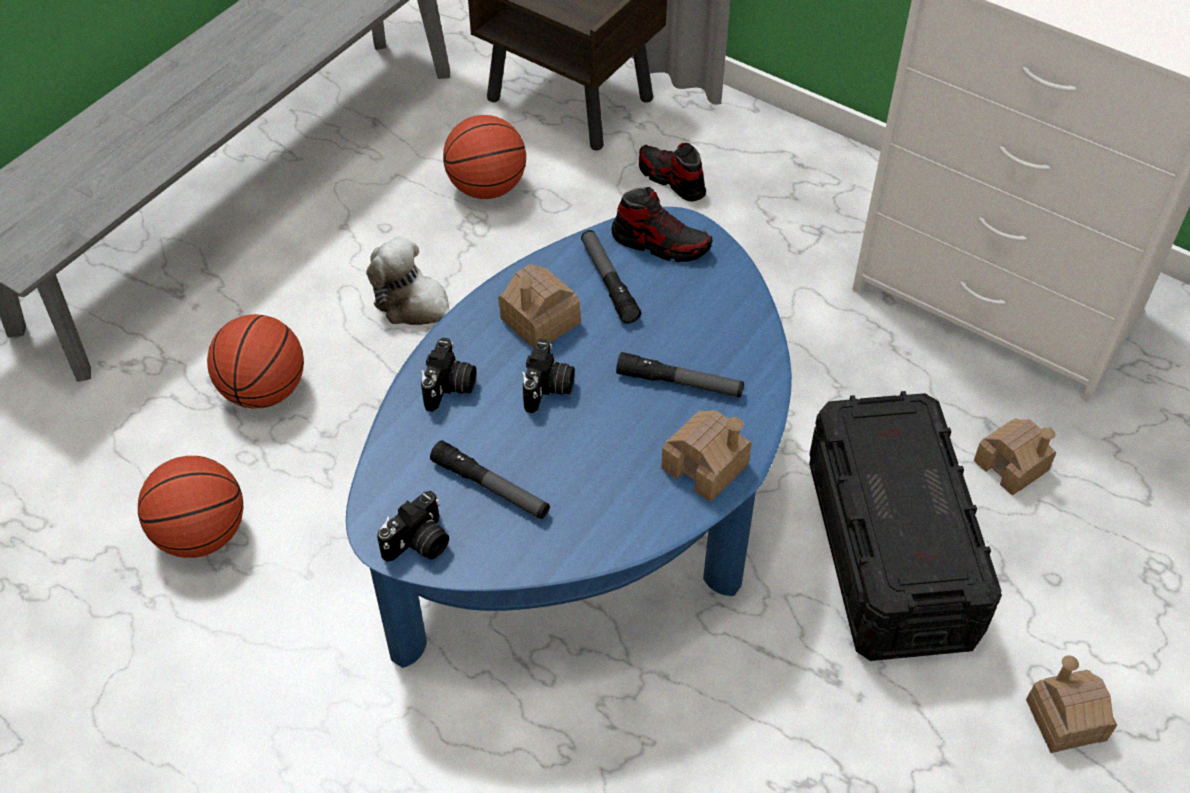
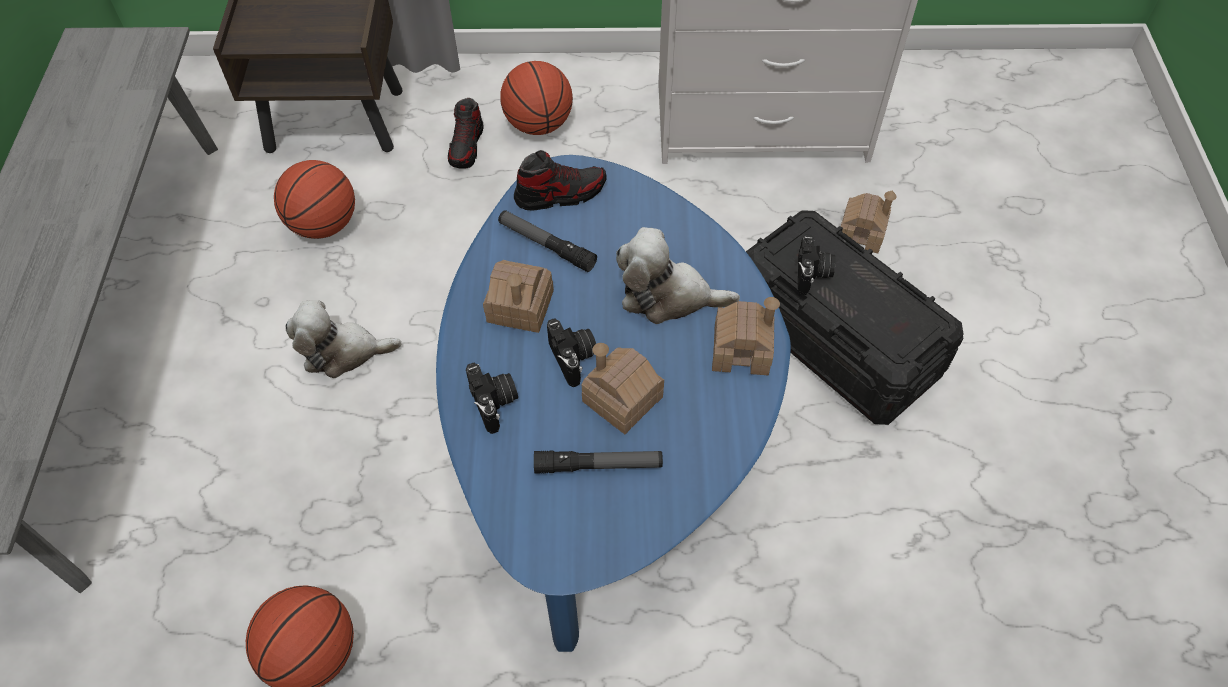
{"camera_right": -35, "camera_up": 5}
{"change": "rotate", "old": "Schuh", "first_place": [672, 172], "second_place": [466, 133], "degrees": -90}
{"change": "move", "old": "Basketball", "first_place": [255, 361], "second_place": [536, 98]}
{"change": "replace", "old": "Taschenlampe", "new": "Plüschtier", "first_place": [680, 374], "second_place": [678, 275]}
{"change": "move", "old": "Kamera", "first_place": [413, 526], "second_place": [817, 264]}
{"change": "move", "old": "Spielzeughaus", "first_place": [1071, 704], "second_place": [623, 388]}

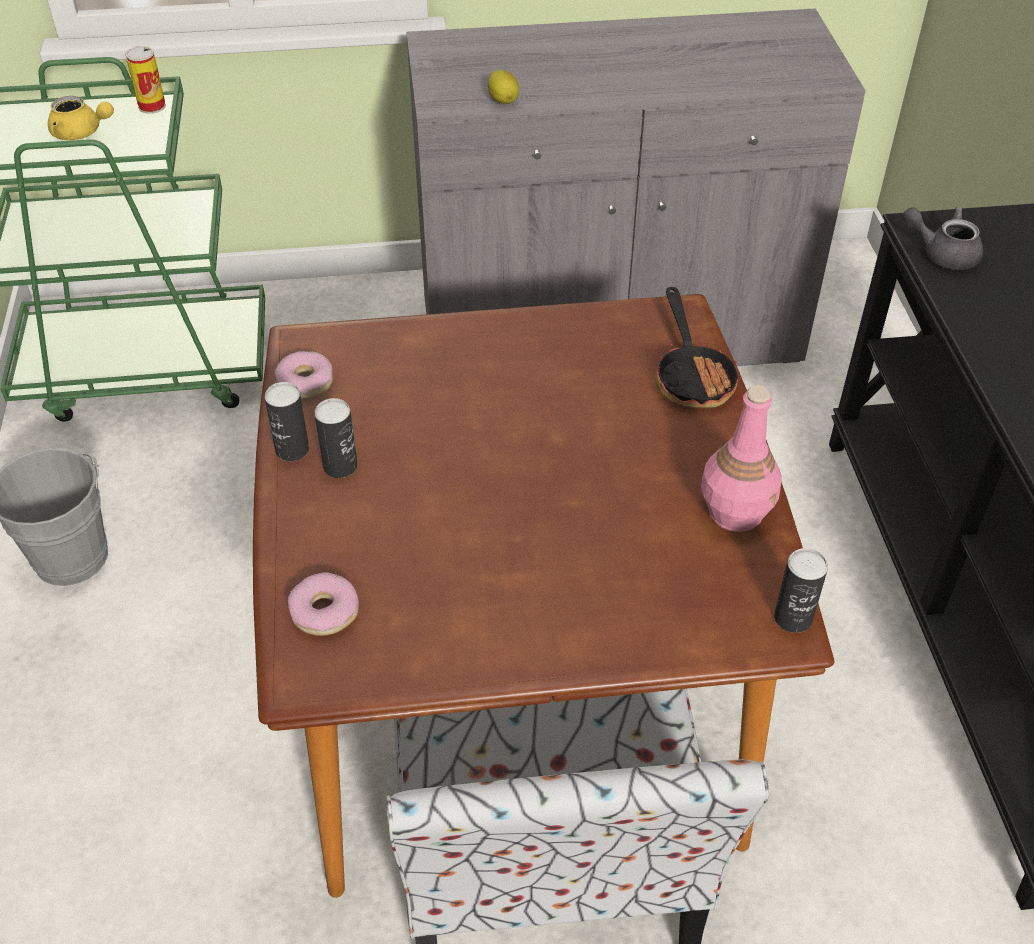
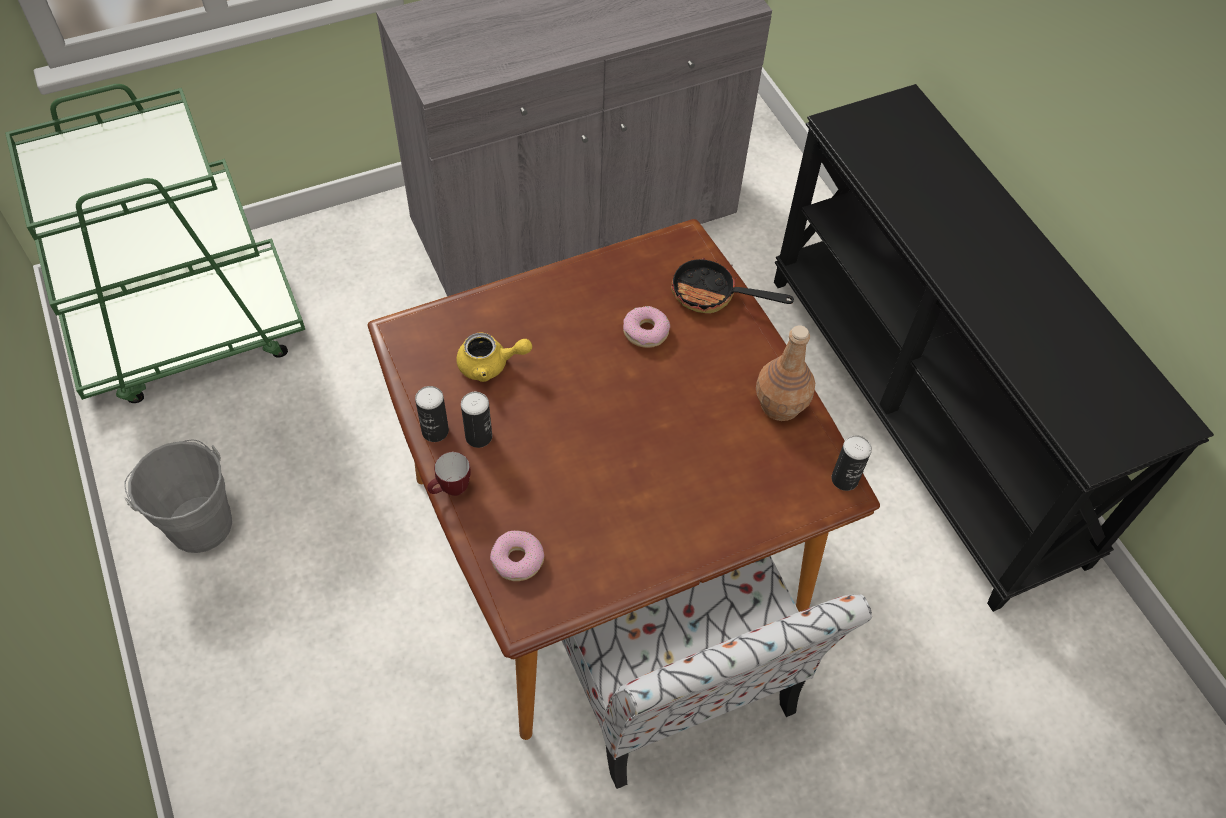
{"camera_right": -20, "camera_up": 10}
{"change": "delete", "old": "Dose", "first_place": [145, 80]}
{"change": "delete", "old": "Zitrone", "first_place": [503, 87]}
{"change": "move", "old": "Teekanne/gelb", "first_place": [81, 118], "second_place": [494, 357]}
{"change": "delete", "old": "Teekanne/grau", "first_place": [942, 238]}
{"change": "rotate", "old": "Pfanne", "first_place": [698, 347], "second_place": [732, 283], "degrees": 135}
{"change": "move", "old": "Donut", "first_place": [303, 375], "second_place": [646, 327]}
{"change": "recolor", "old": "Flasche/rosa", "new": "Flasche/braun", "first_place": [741, 458], "second_place": [785, 373]}
{"change": "insert", "new": "Henkelbecher", "second_place": [449, 474]}

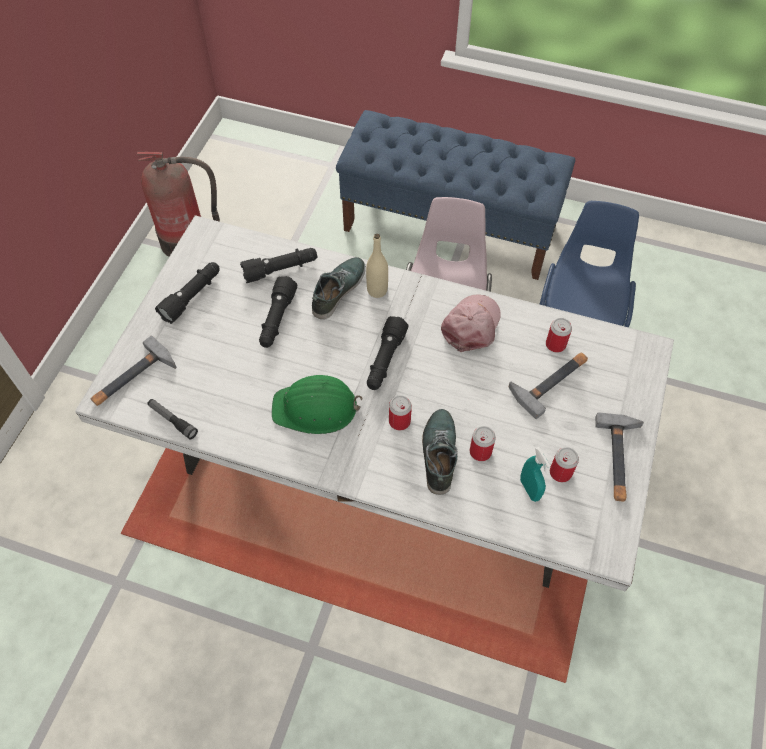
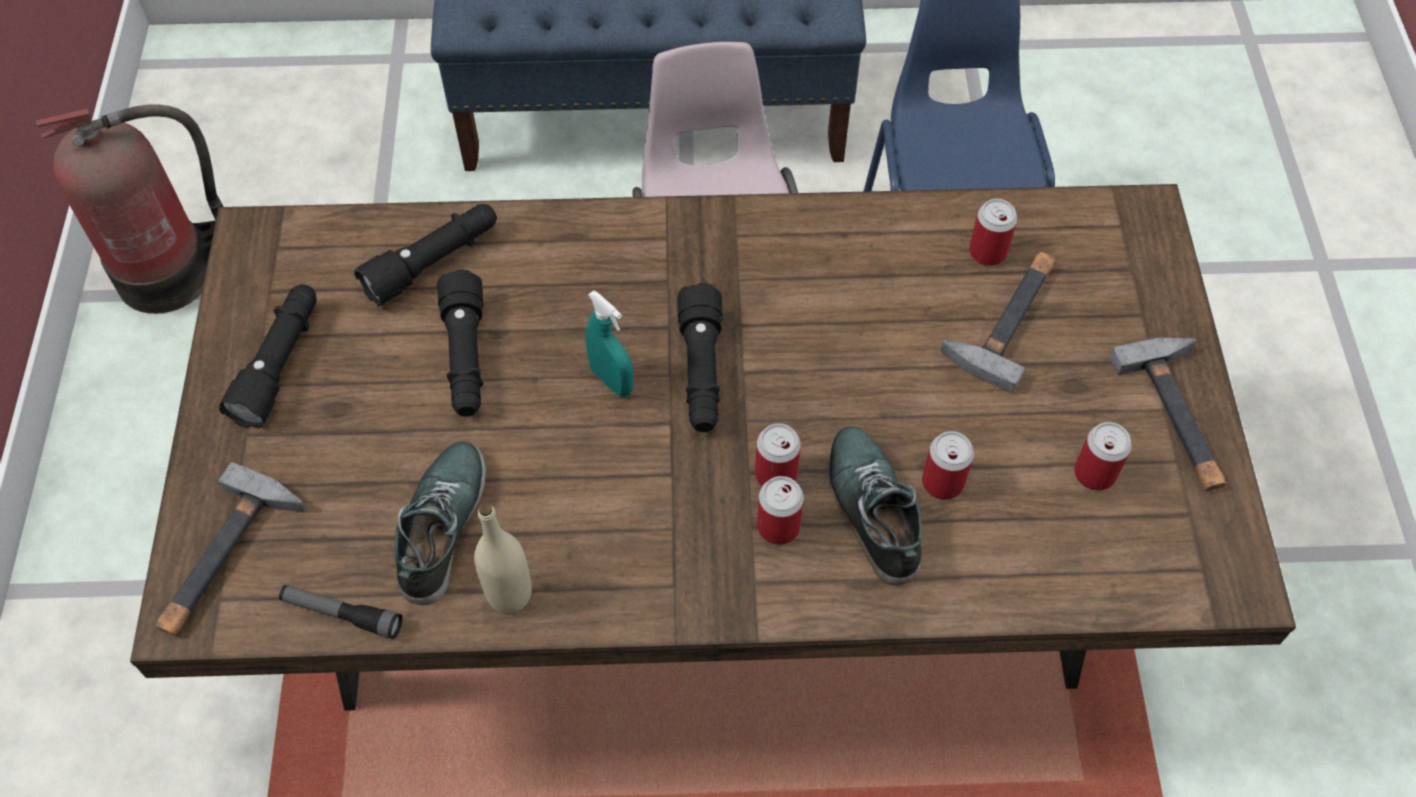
{"camera_right": -20, "camera_up": 0}
{"change": "recolor", "old": "Esstisch/weiß", "new": "Esstisch/braun", "first_place": [374, 403], "second_place": [713, 447]}
{"change": "move", "old": "Flasche/beige", "first_place": [377, 266], "second_place": [503, 558]}
{"change": "move", "old": "Schuh", "first_place": [339, 288], "second_place": [440, 523]}
{"change": "delete", "old": "Kappe/rosa", "first_place": [471, 323]}
{"change": "delete", "old": "Schutzhelm/grün", "first_place": [317, 404]}
{"change": "move", "old": "Sprühflasche/türkis", "first_place": [535, 474], "second_place": [609, 344]}
{"change": "insert", "new": "Dose", "second_place": [780, 510]}

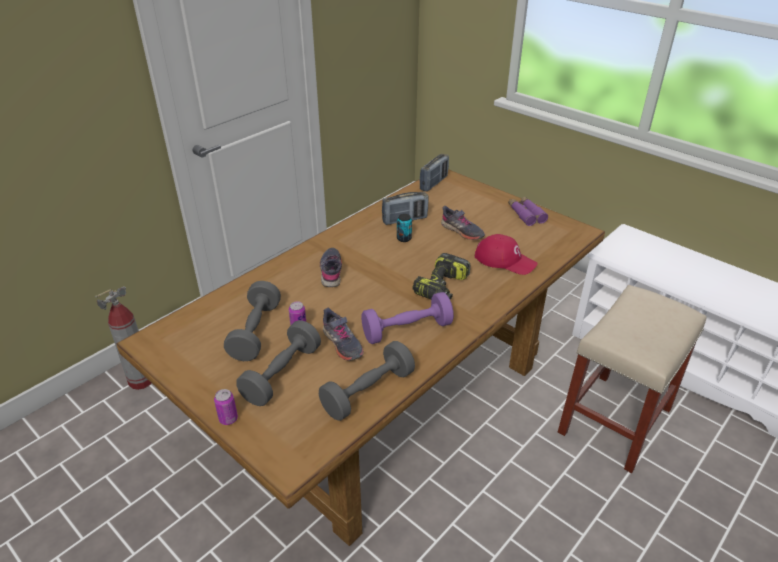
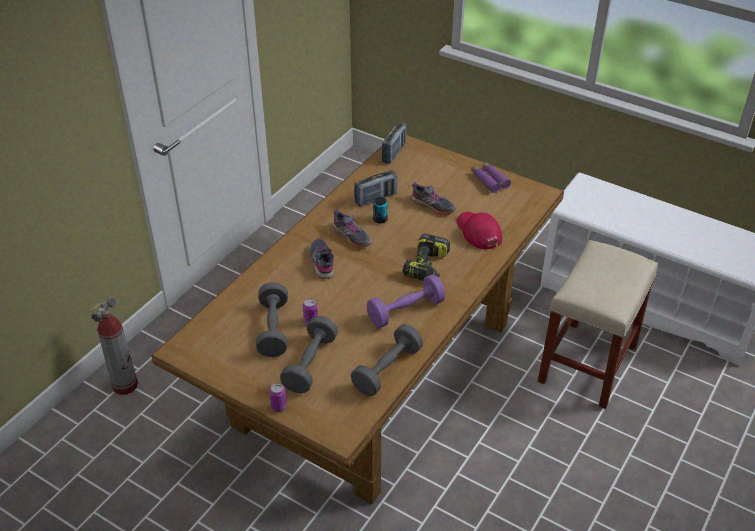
{"camera_right": -10, "camera_up": 5}
{"change": "rotate", "old": "Kappe/rot", "first_place": [506, 254], "second_place": [479, 230], "degrees": -135}
{"change": "move", "old": "Schuh/grau", "first_place": [343, 334], "second_place": [352, 229]}

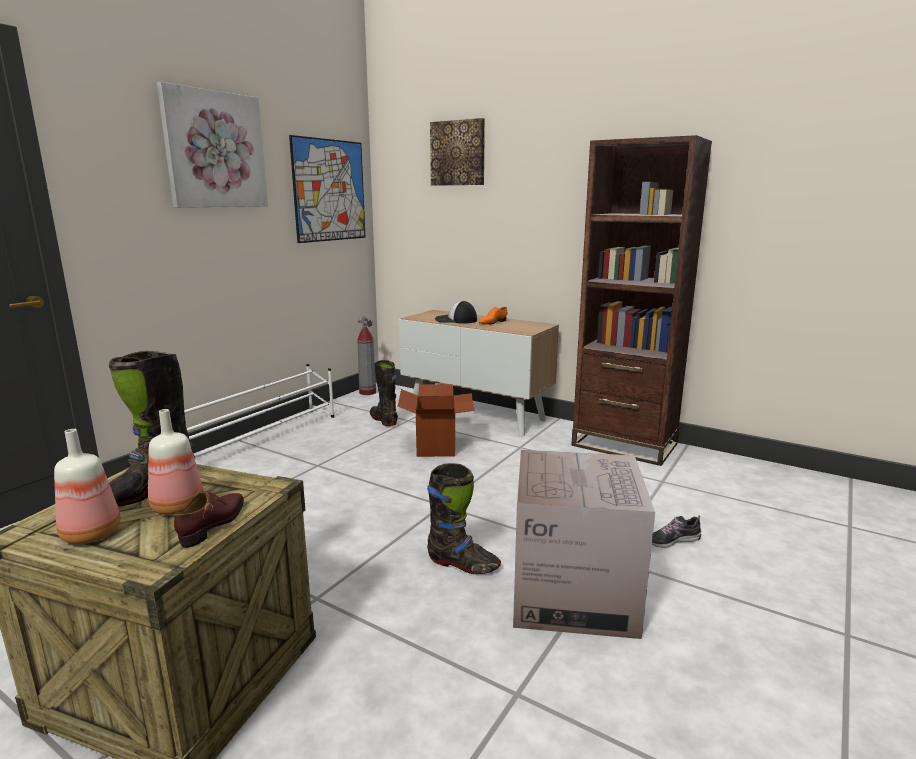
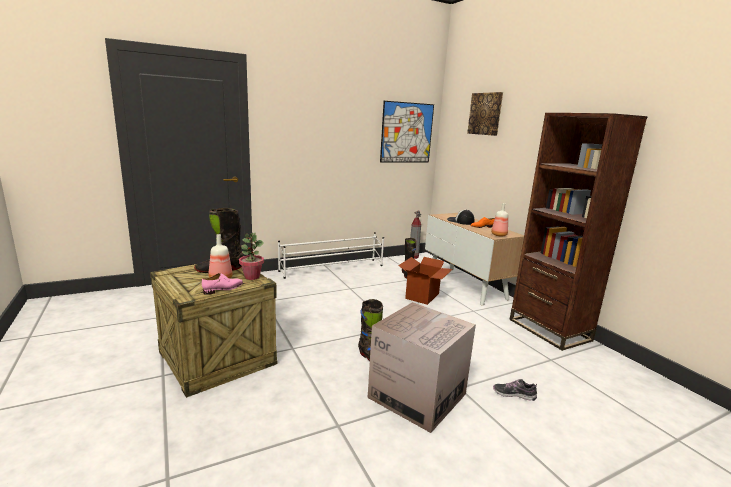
{"camera_right": 30, "camera_up": 0}
{"change": "delete", "old": "Bild", "first_place": [212, 145]}
{"change": "move", "old": "Flasche", "first_place": [87, 486], "second_place": [499, 220]}
{"change": "recolor", "old": "Schuh/braun", "new": "Schuh/rosa", "first_place": [209, 519], "second_place": [222, 284]}
{"change": "insert", "new": "Topfpflanze", "second_place": [251, 256]}

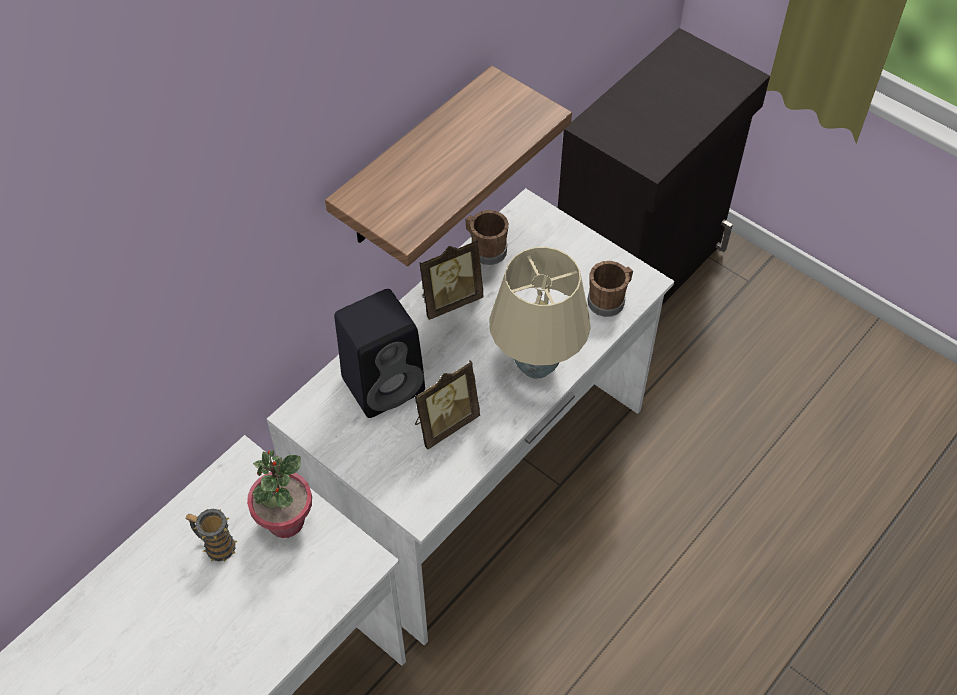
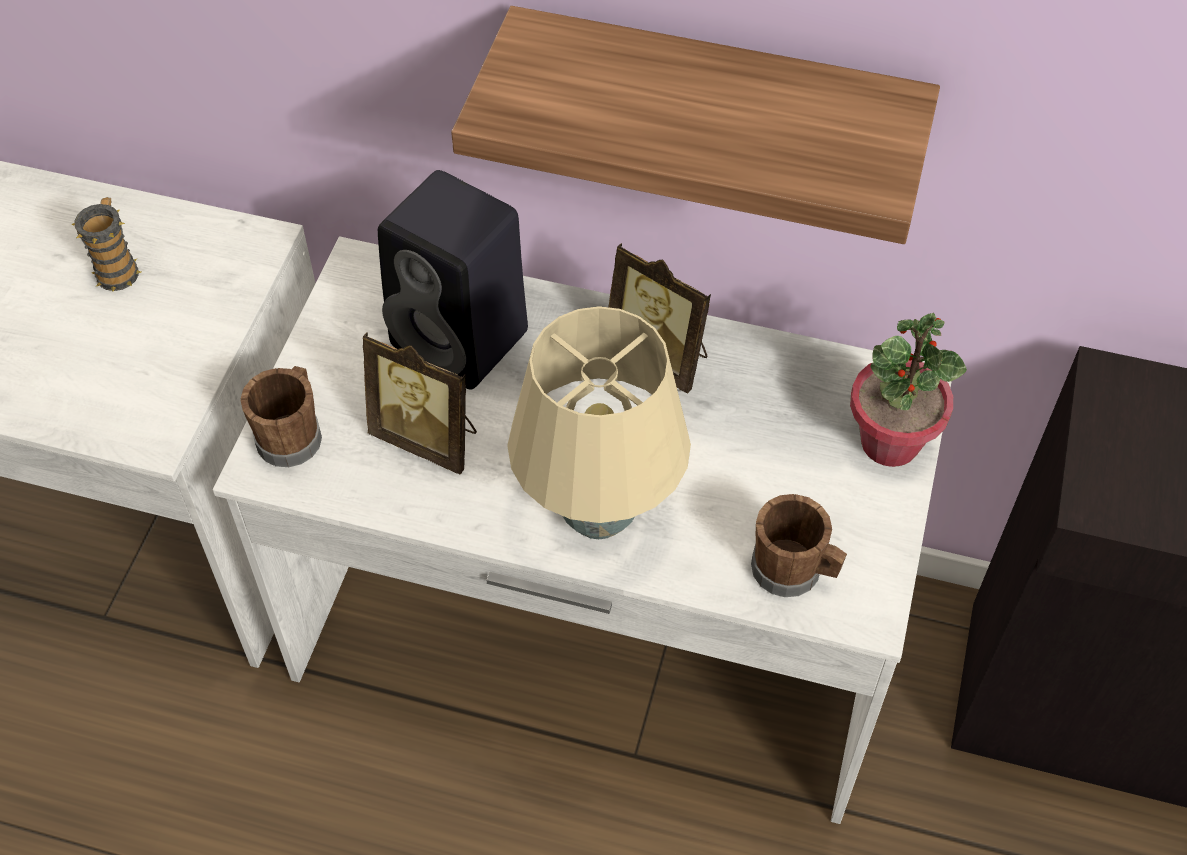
{"camera_right": 65, "camera_up": 0}
{"change": "move", "old": "Henkelbecher/braun", "first_place": [487, 237], "second_place": [281, 416]}
{"change": "move", "old": "Topfpflanze", "first_place": [279, 494], "second_place": [908, 390]}

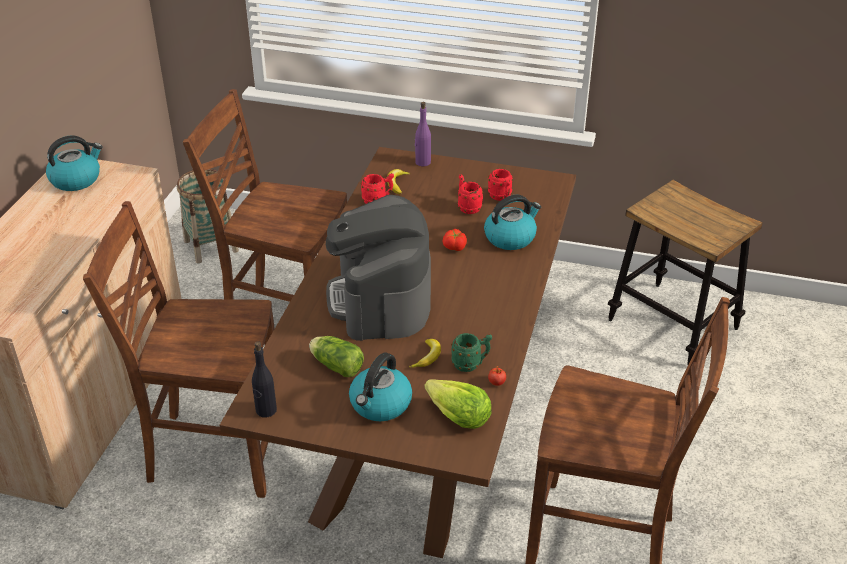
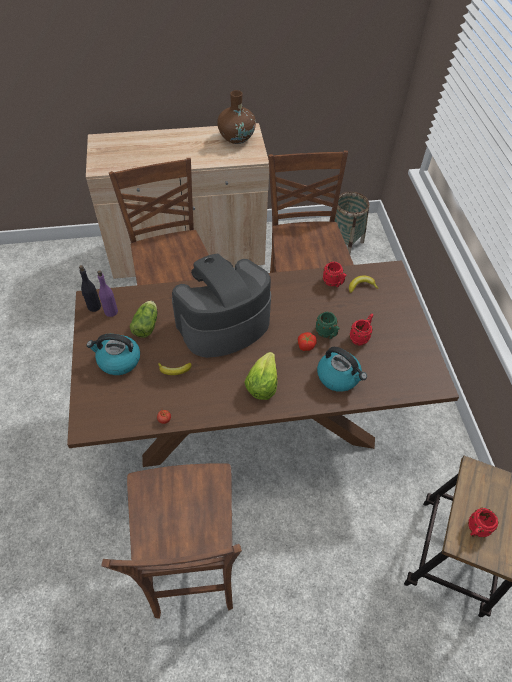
{"camera_right": 65, "camera_up": 15}
{"change": "move", "old": "Flasche/lila", "first_place": [423, 134], "second_place": [107, 293]}
{"change": "replace", "old": "Wasserkessel", "new": "Vase/braun", "first_place": [74, 163], "second_place": [236, 117]}
{"change": "move", "old": "Henkelbecher/rot", "first_place": [500, 185], "second_place": [483, 523]}
{"change": "move", "old": "Henkelbecher/grün", "first_place": [471, 352], "second_place": [327, 325]}
{"change": "move", "old": "Salatkopf", "first_place": [457, 404], "second_place": [261, 376]}

